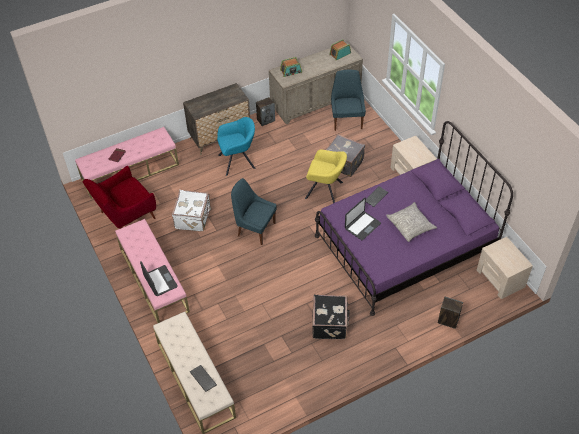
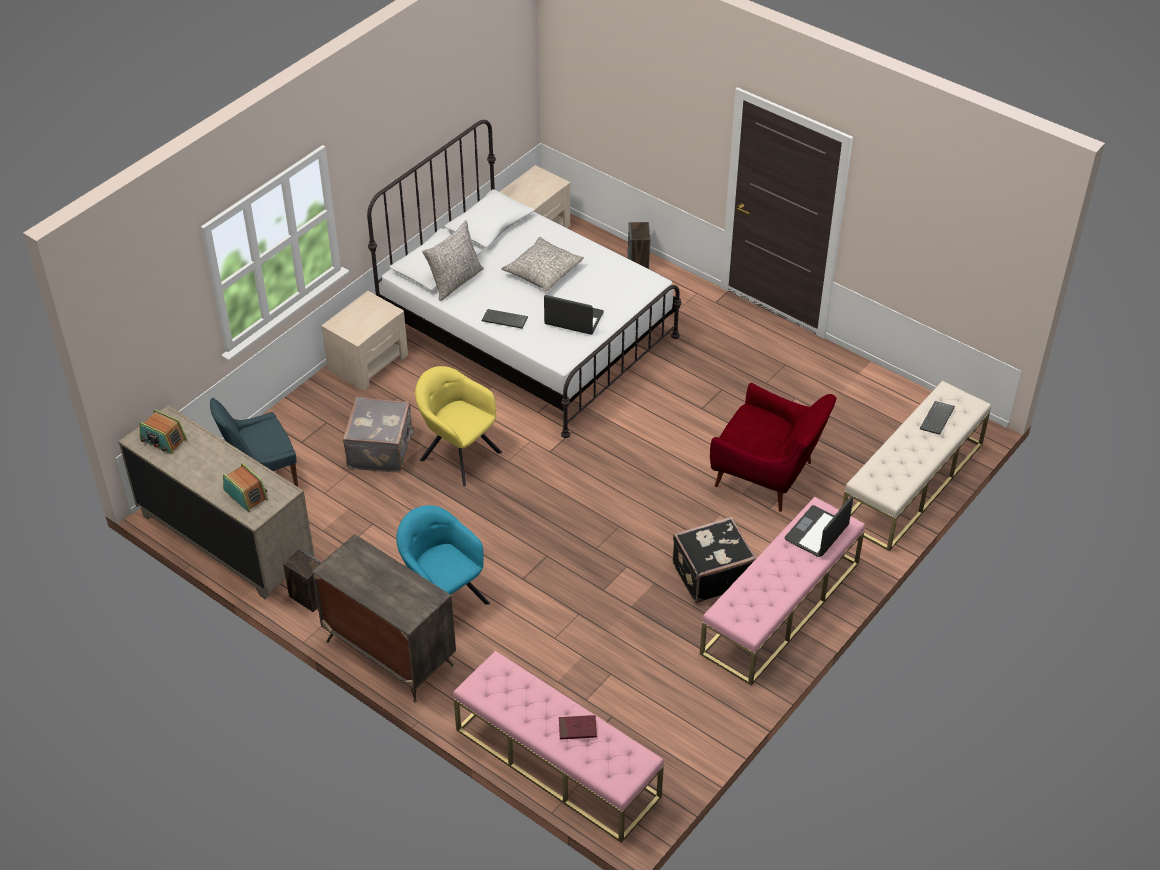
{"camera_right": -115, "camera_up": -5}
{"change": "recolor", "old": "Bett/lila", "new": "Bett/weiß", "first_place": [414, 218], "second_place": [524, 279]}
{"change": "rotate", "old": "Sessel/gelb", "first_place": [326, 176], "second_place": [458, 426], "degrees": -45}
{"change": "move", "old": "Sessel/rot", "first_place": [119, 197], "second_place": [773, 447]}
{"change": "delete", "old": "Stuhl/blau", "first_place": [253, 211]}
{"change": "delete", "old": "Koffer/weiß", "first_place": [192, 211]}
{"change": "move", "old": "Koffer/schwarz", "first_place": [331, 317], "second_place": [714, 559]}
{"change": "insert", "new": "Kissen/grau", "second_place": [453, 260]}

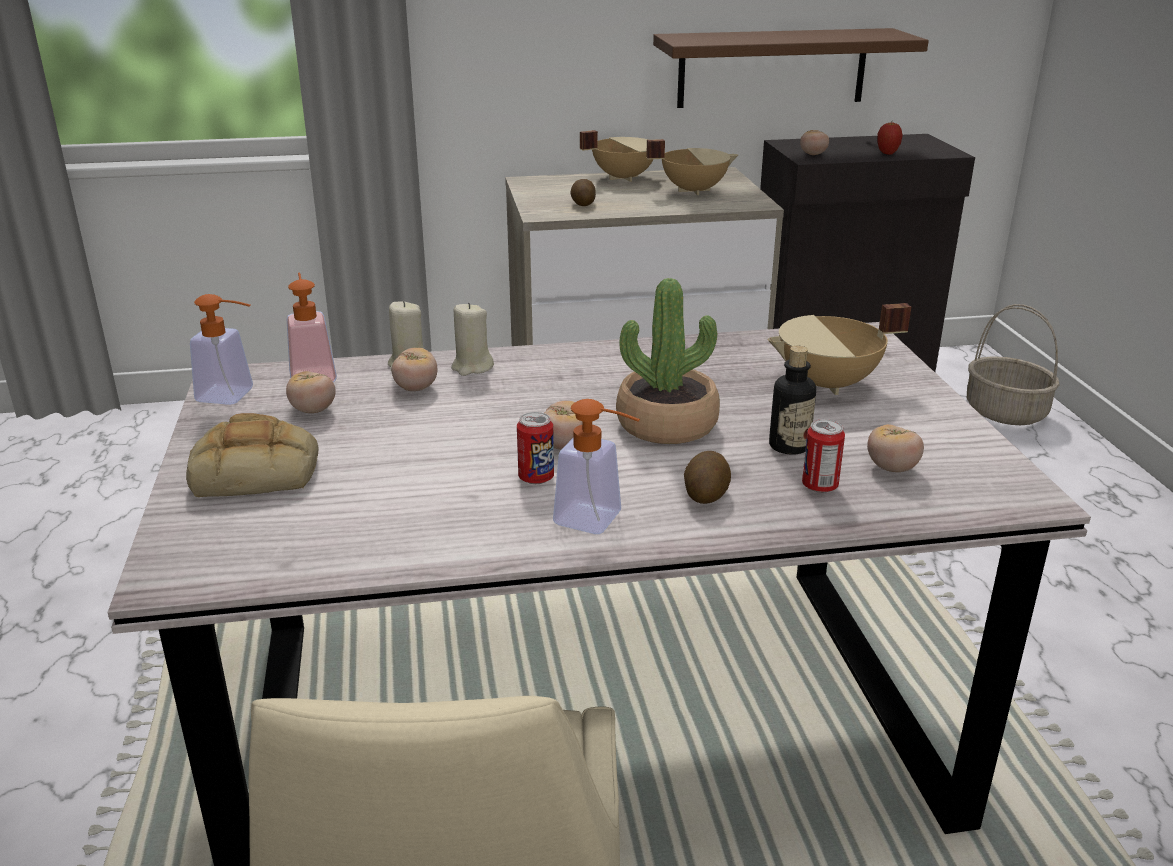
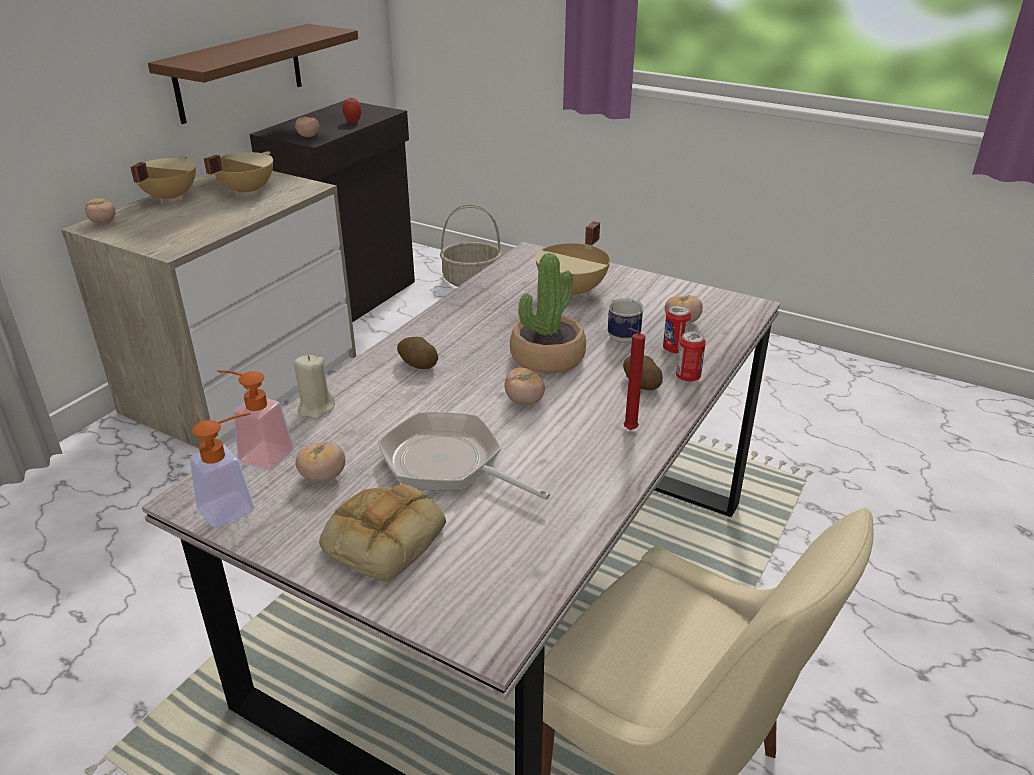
{"camera_right": -50, "camera_up": 5}
{"change": "move", "old": "Kartoffel", "first_place": [583, 192], "second_place": [417, 353]}
{"change": "delete", "old": "Kerze/beige", "first_place": [472, 339]}
{"change": "replace", "old": "Flasche", "new": "Henkelbecher", "first_place": [792, 400], "second_place": [626, 321]}
{"change": "move", "old": "Tomate", "first_place": [414, 369], "second_place": [100, 211]}
{"change": "replace", "old": "Seifenspender", "new": "Kerze/rot", "first_place": [596, 466], "second_place": [634, 379]}
{"change": "move", "old": "Dose", "first_place": [535, 448], "second_place": [691, 356]}
{"change": "insert", "new": "Pfanne", "second_place": [464, 456]}

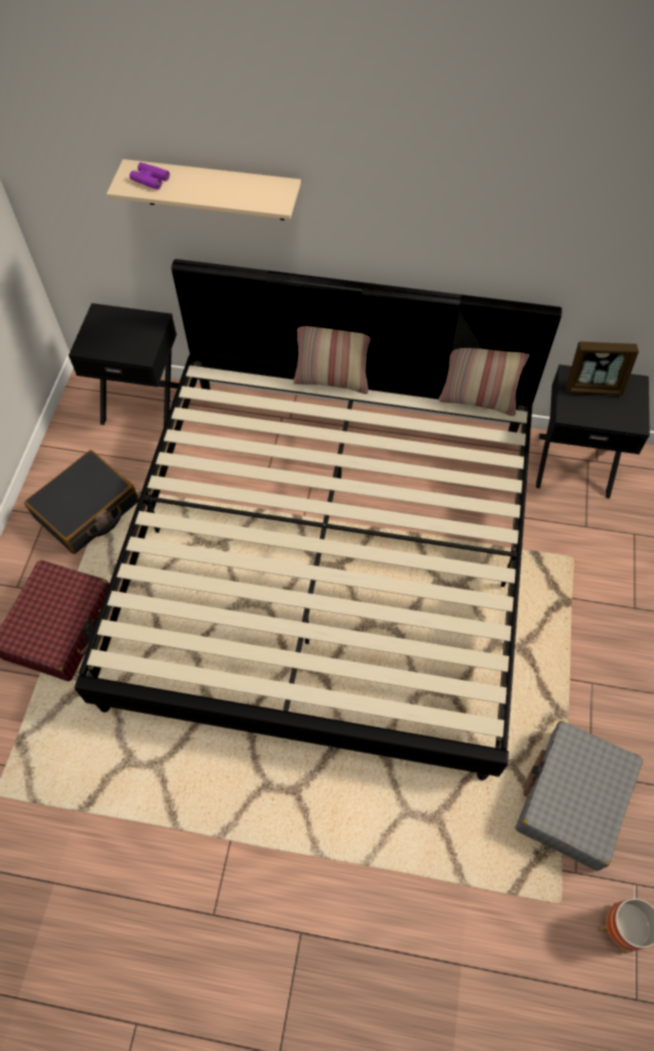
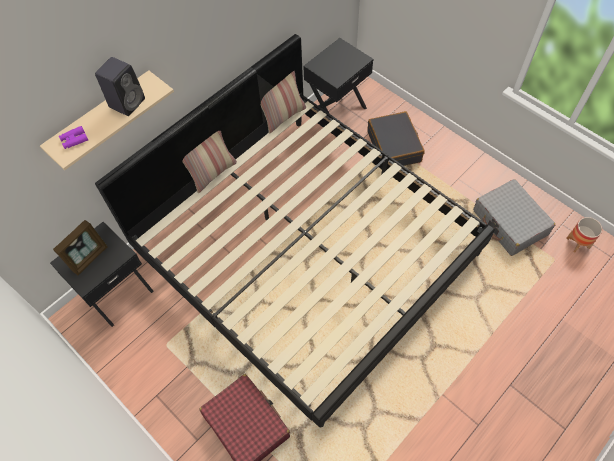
{"camera_right": -55, "camera_up": 0}
{"change": "move", "old": "Bilderrahmen", "first_place": [602, 368], "second_place": [80, 247]}
{"change": "move", "old": "Koffer/schwarz", "first_place": [81, 502], "second_place": [396, 138]}
{"change": "insert", "new": "Lautsprecher/schwarz", "second_place": [120, 86]}

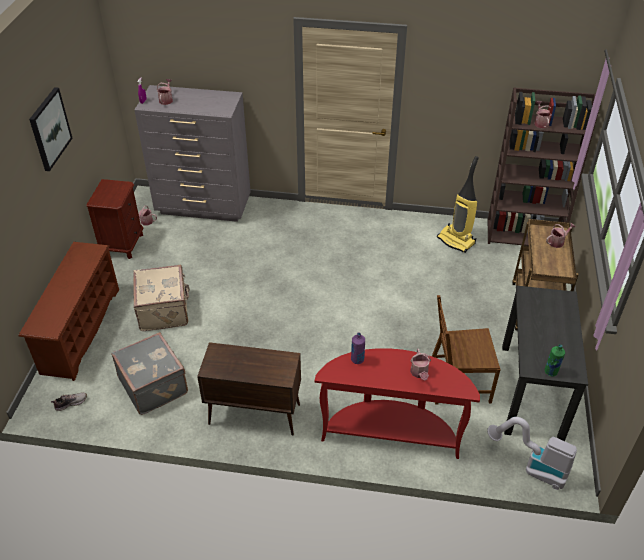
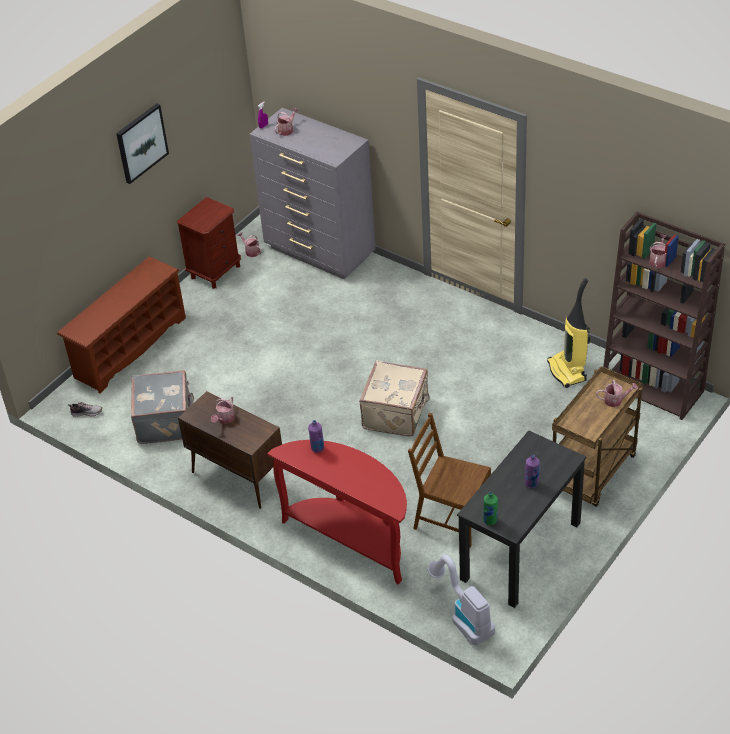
{"camera_right": 30, "camera_up": 0}
{"change": "move", "old": "Koffer/beige", "first_place": [161, 298], "second_place": [394, 398]}
{"change": "move", "old": "Gießkanne", "first_place": [420, 365], "second_place": [223, 410]}
{"change": "insert", "new": "Flasche/lila", "second_place": [532, 471]}

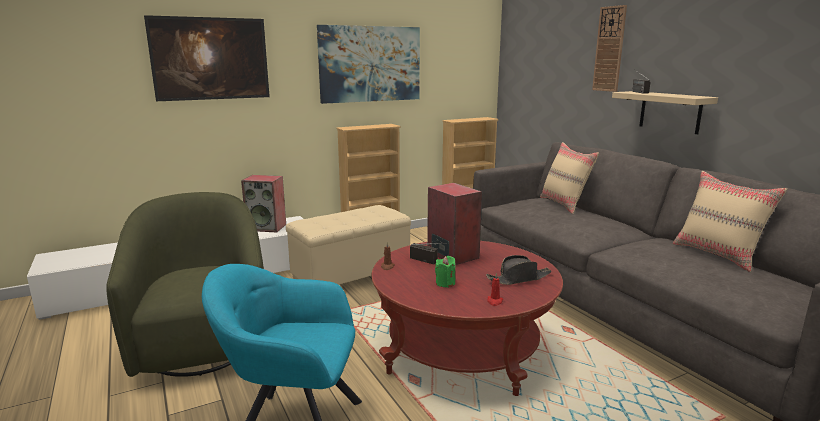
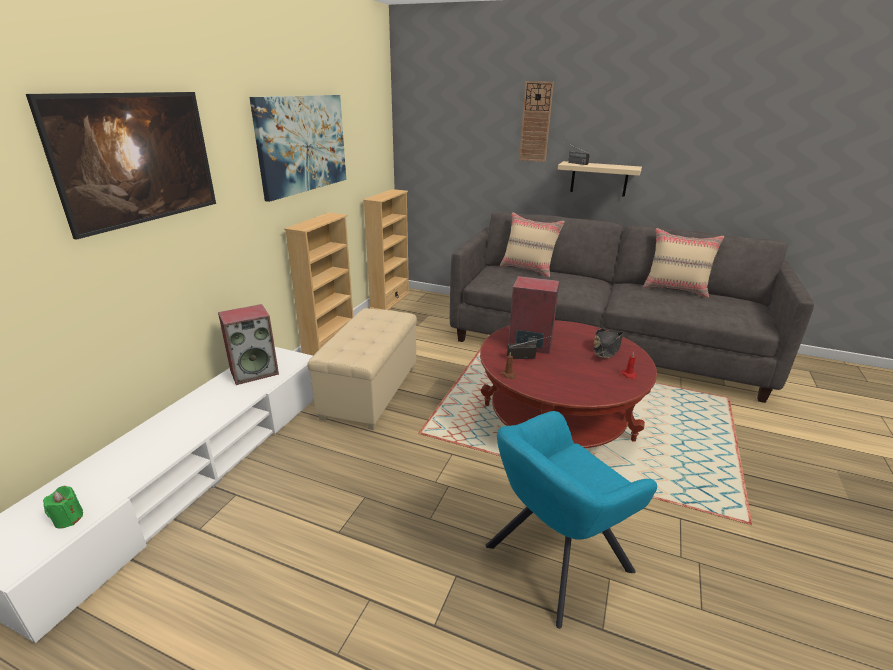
{"camera_right": -40, "camera_up": 10}
{"change": "delete", "old": "Sessel/grün", "first_place": [185, 284]}
{"change": "move", "old": "Kerze/grün", "first_place": [445, 272], "second_place": [63, 507]}

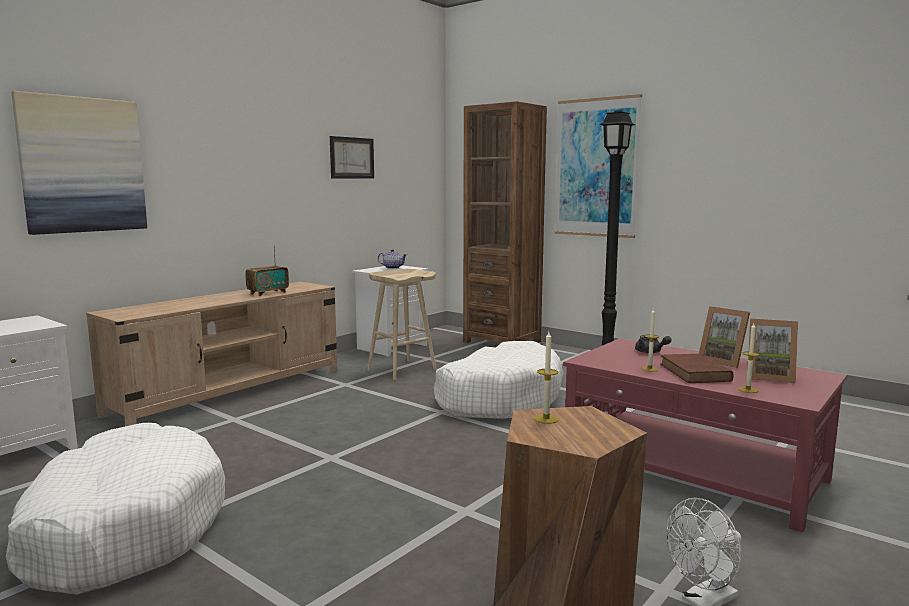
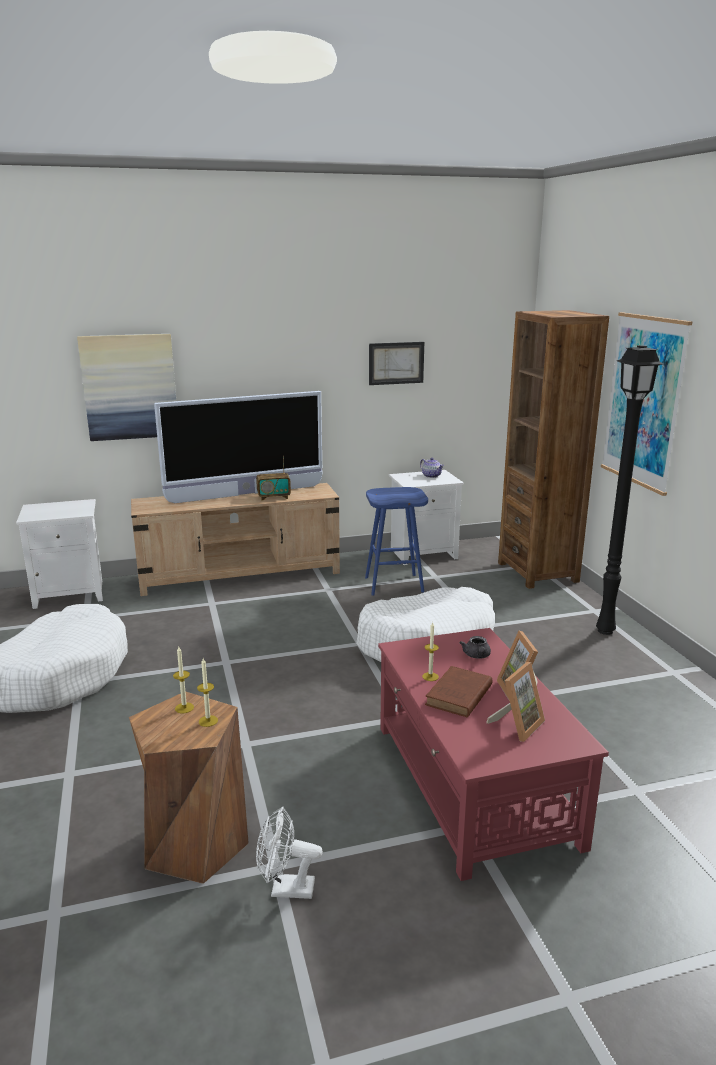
{"camera_right": 35, "camera_up": 10}
{"change": "recolor", "old": "Hocker/beige", "new": "Hocker/blau", "first_place": [401, 324], "second_place": [396, 541]}
{"change": "rotate", "old": "Bilderrahmen", "first_place": [772, 351], "second_place": [515, 702], "degrees": -105}
{"change": "move", "old": "Kerze", "first_place": [749, 358], "second_place": [207, 692]}
{"change": "insert", "new": "Fernseher", "second_place": [238, 447]}

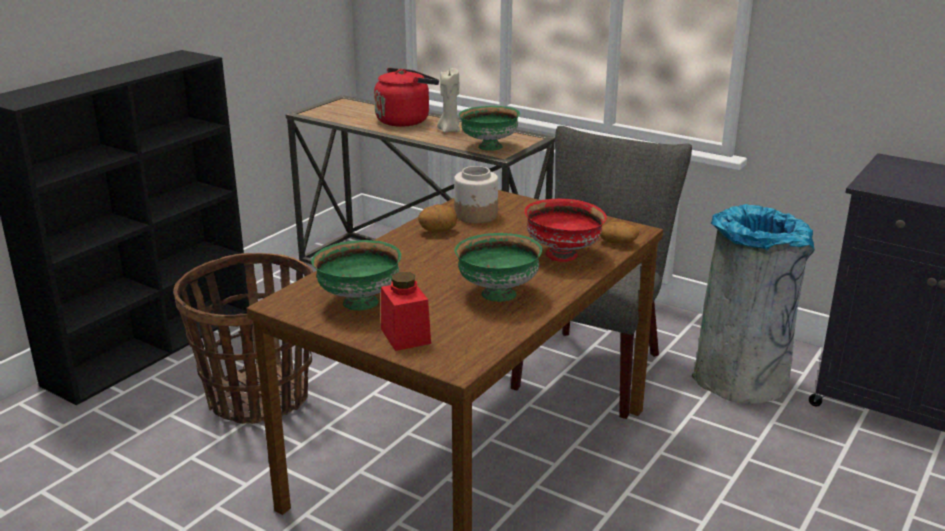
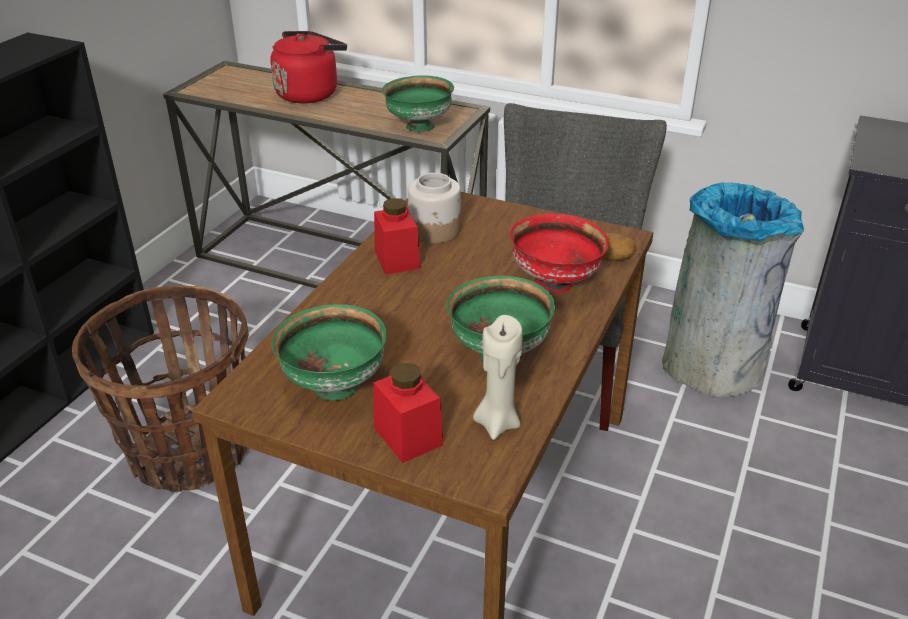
{"camera_right": -10, "camera_up": 10}
{"change": "move", "old": "Kerze/beige", "first_place": [448, 100], "second_place": [498, 377]}
{"change": "replace", "old": "Kartoffel", "new": "Vorratsglas/rot", "first_place": [437, 218], "second_place": [397, 236]}

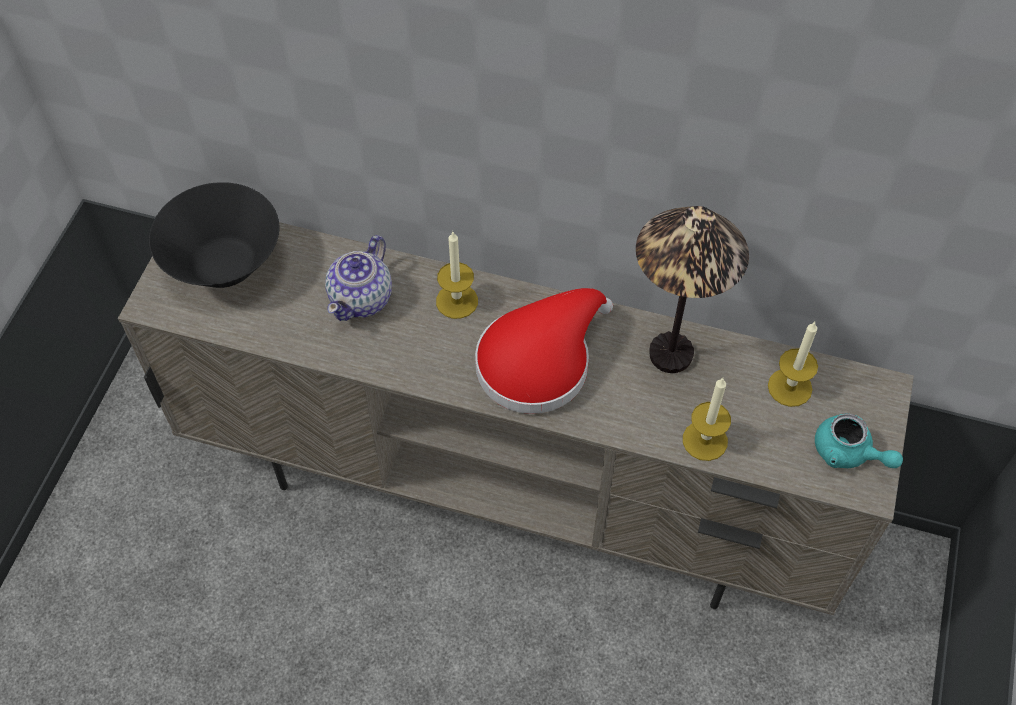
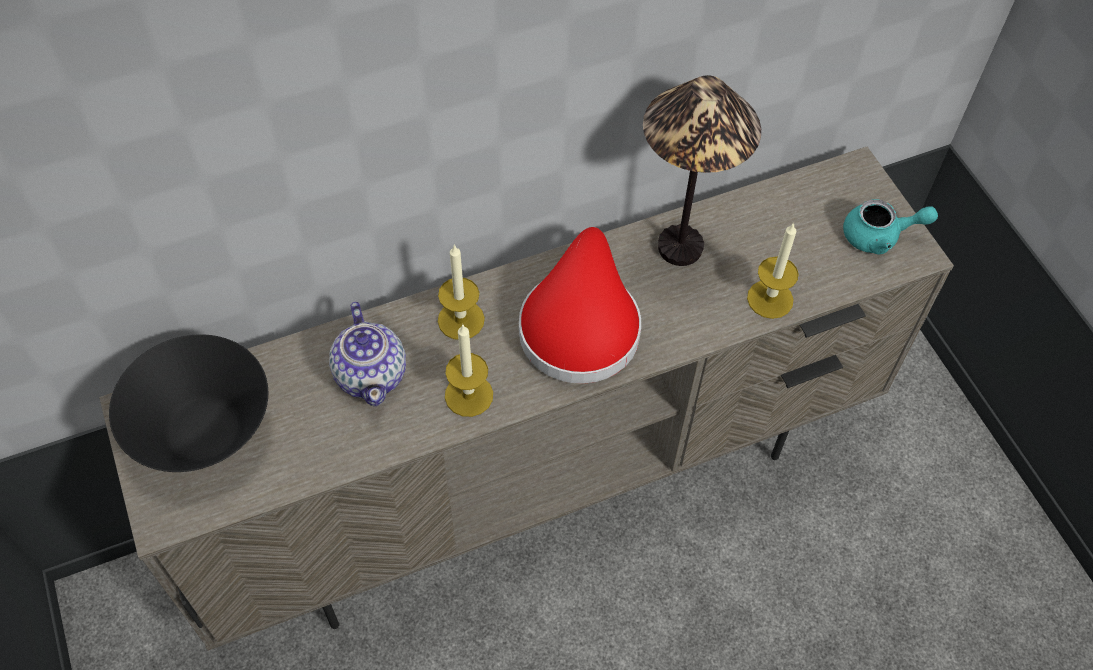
{"camera_right": -40, "camera_up": 0}
{"change": "move", "old": "Kerze", "first_place": [793, 364], "second_place": [469, 370]}

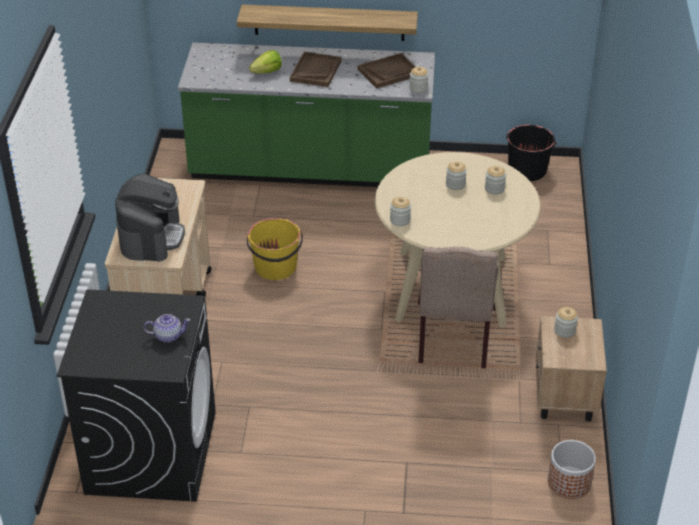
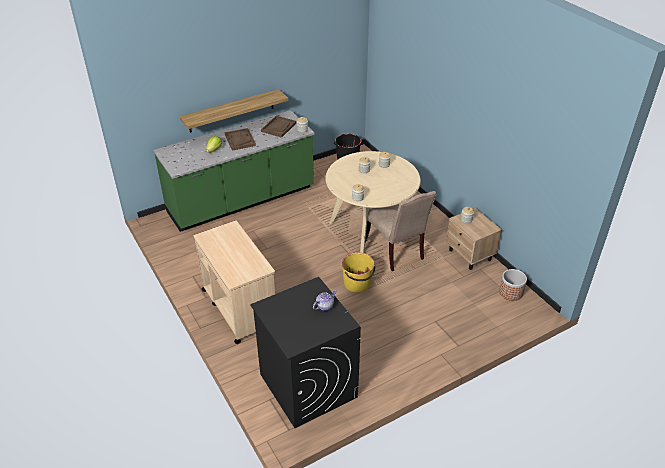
{"camera_right": -35, "camera_up": 0}
{"change": "delete", "old": "Kaffeemaschine", "first_place": [150, 218]}
{"change": "move", "old": "Eimer/gelb", "first_place": [275, 249], "second_place": [358, 272]}

